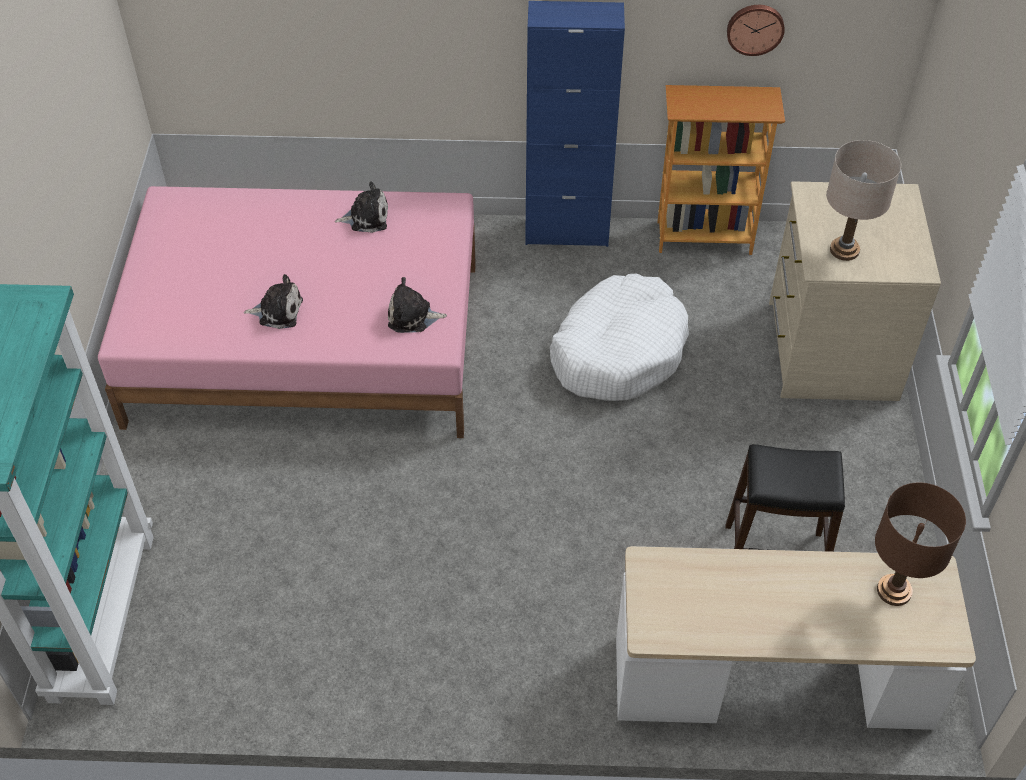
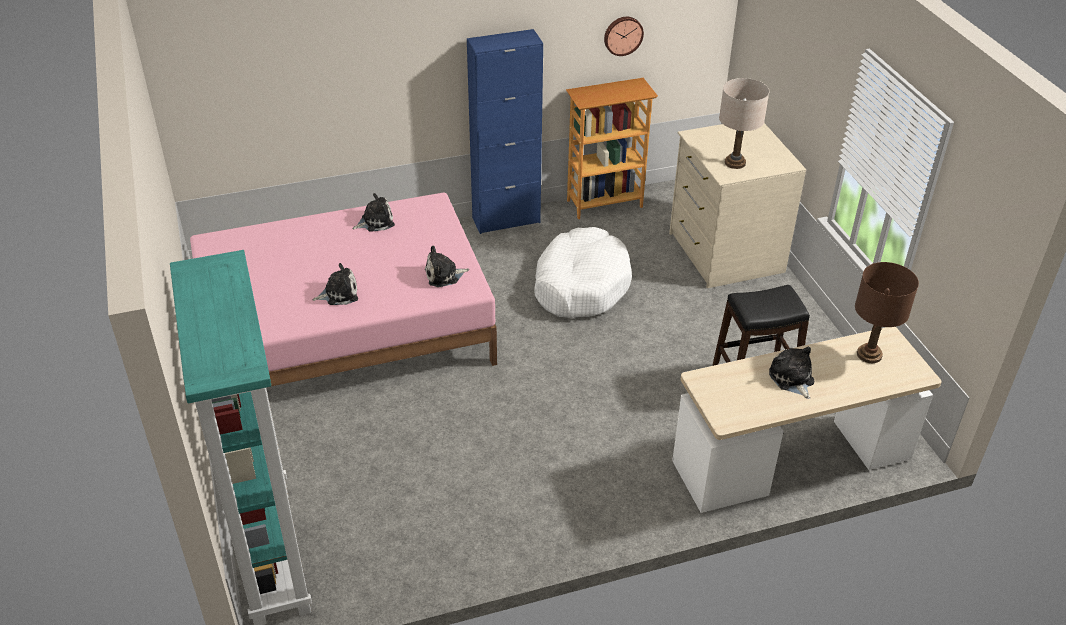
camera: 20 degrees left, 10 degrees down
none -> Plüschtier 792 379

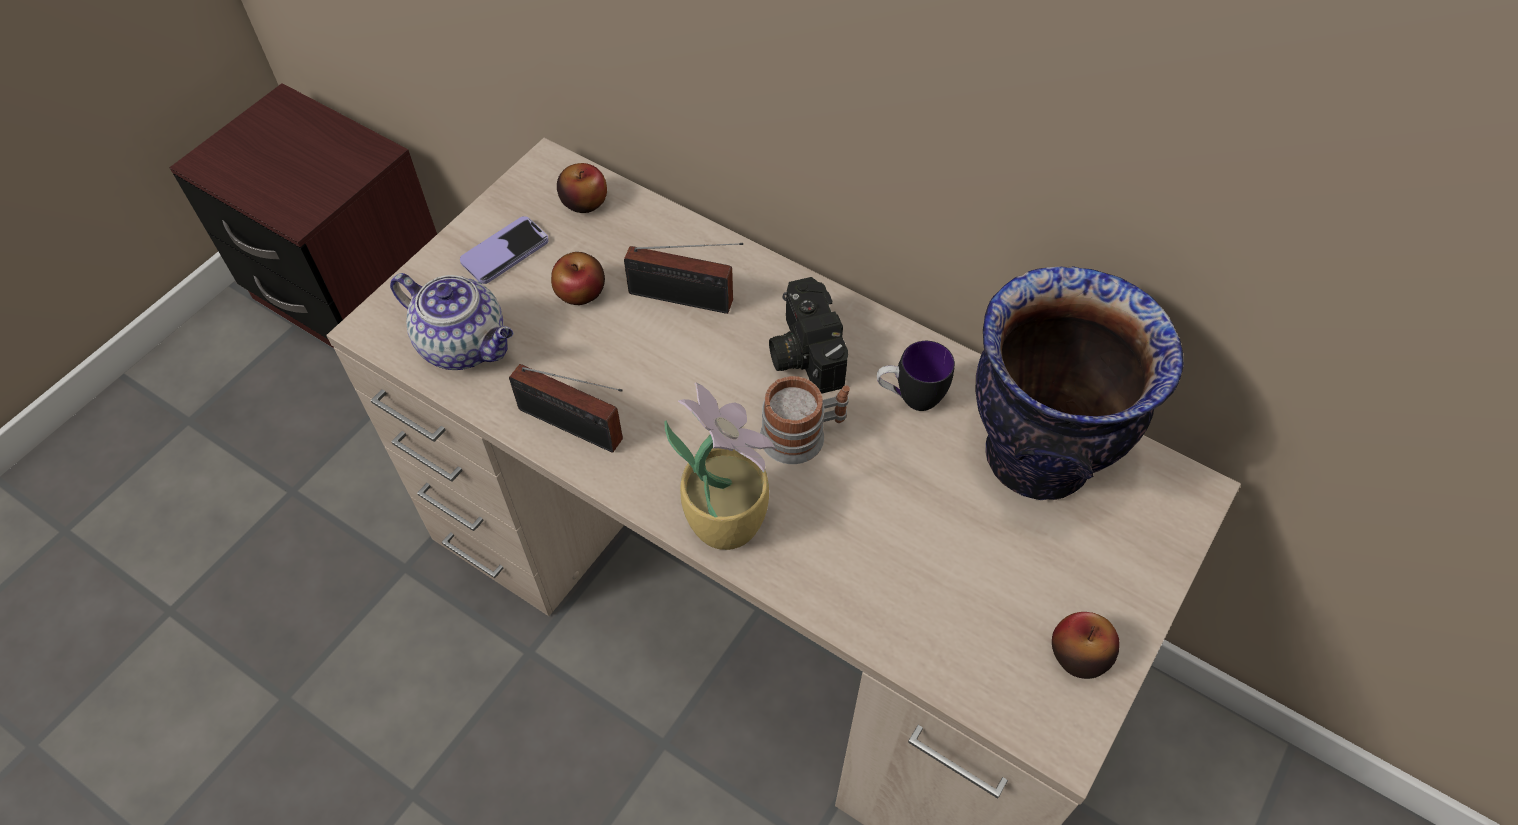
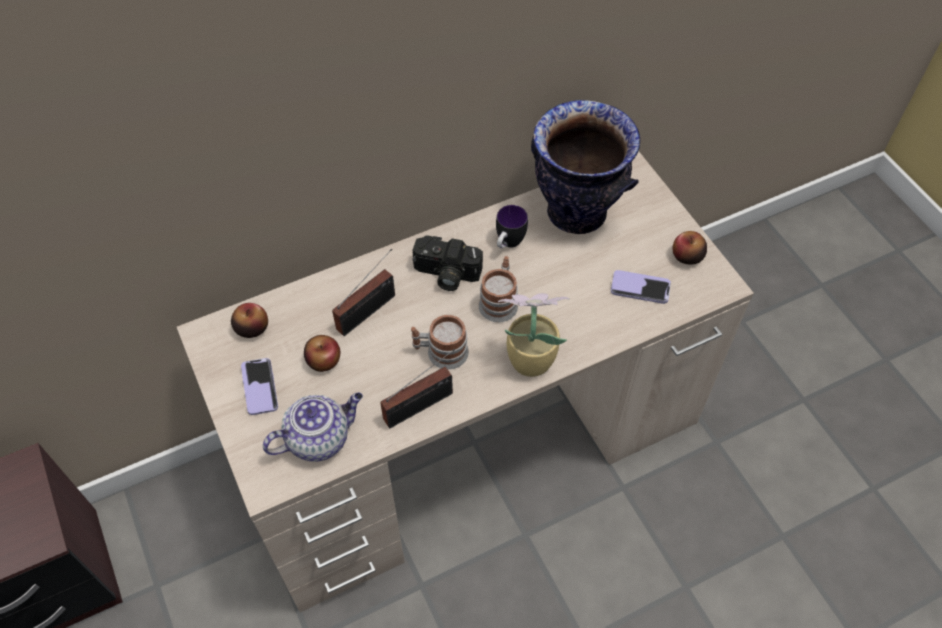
camera: 60 degrees left, 0 degrees up
none -> Handy 640 288
none -> Henkelbecher 440 352

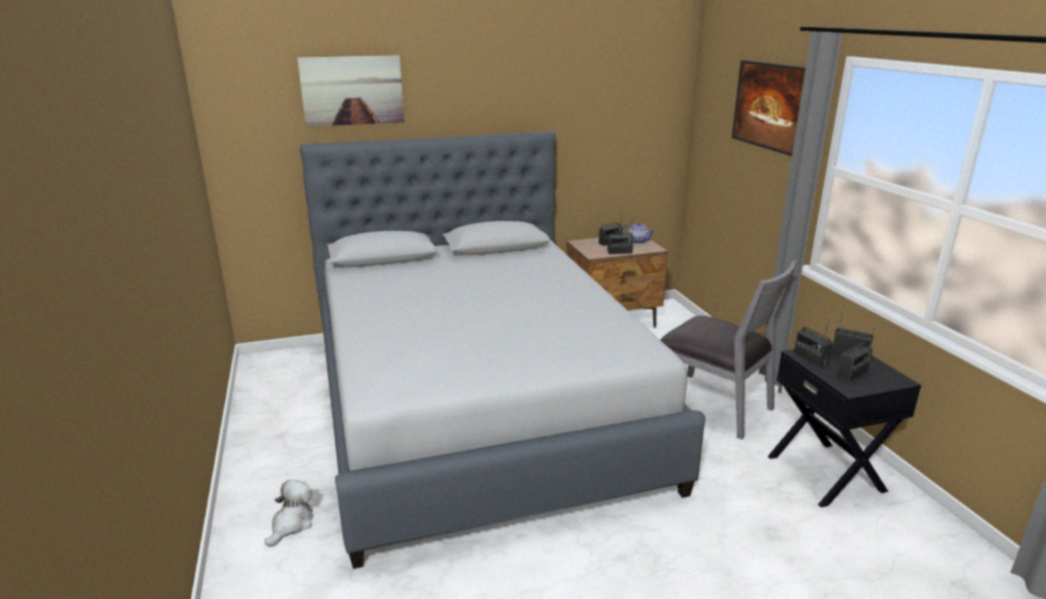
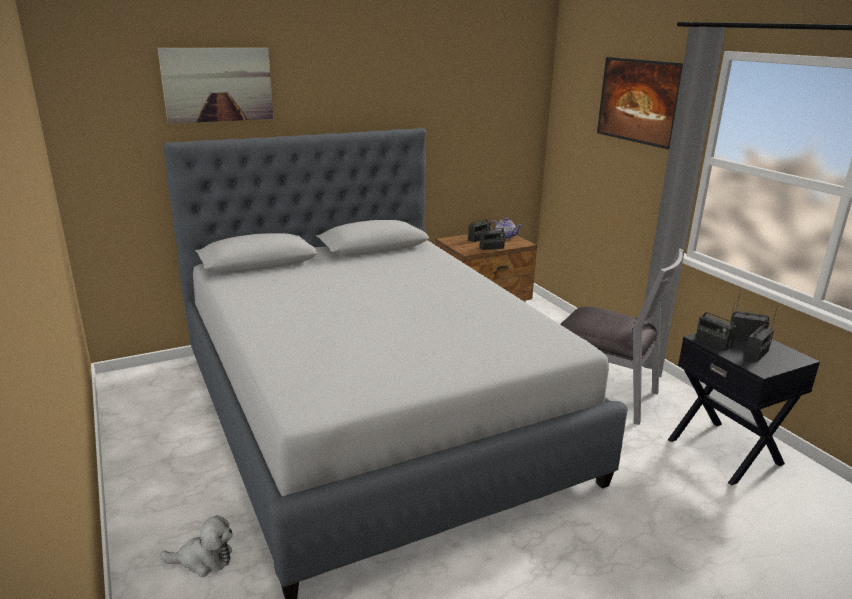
camera: 10 degrees left, 0 degrees up
Plüschtier 291 524 -> Plüschtier 204 559, 75 degrees clockwise

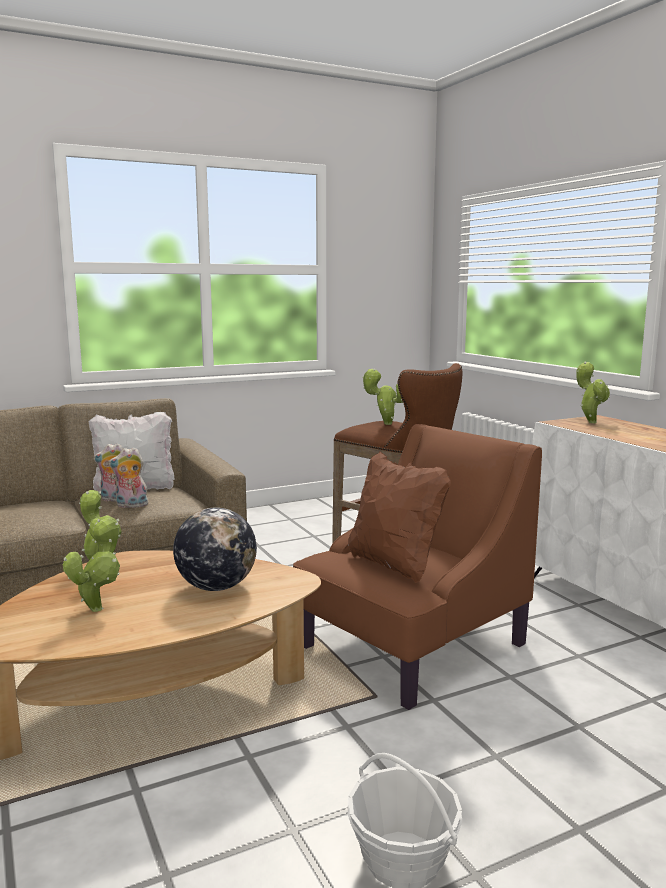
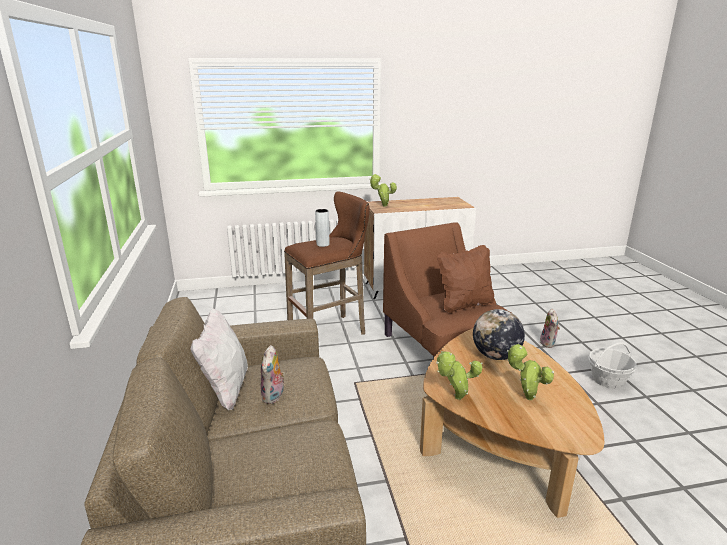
camera: 75 degrees left, 10 degrees up
Topfpflanze 385 424 -> Vase [grau] 323 244
Plüschtier 131 506 -> Plüschtier 549 343, relocated

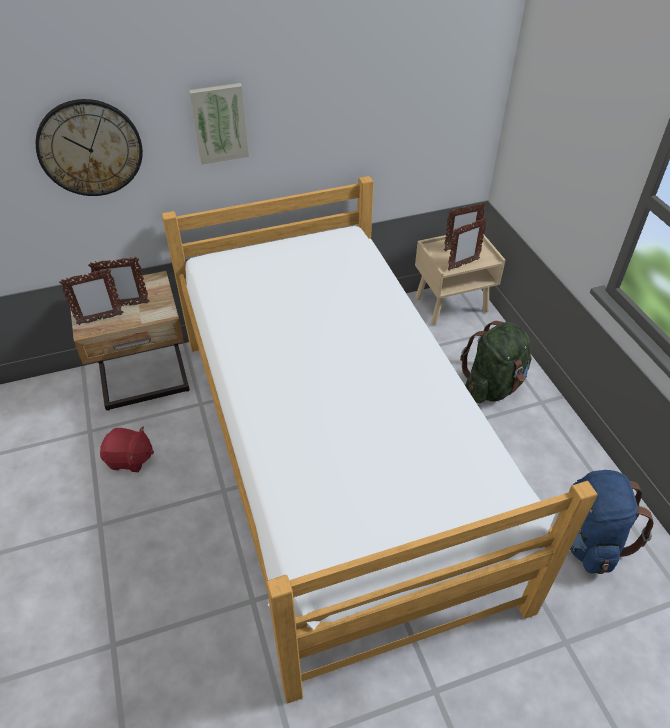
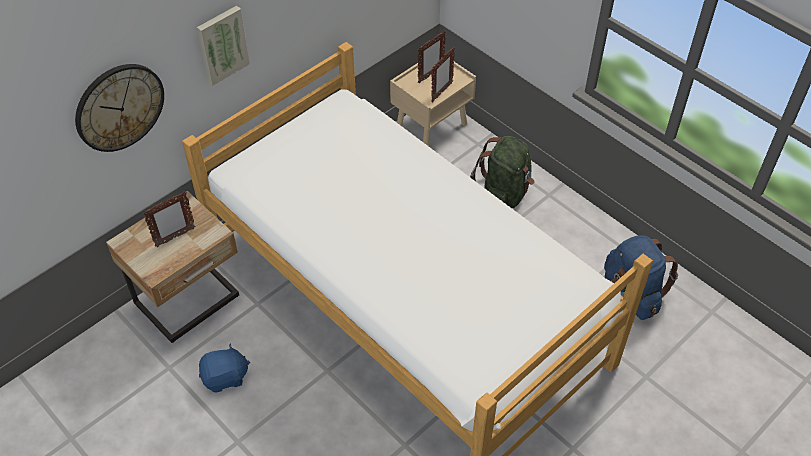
camera: 25 degrees left, 5 degrees up
Bilderrahmen 100 319 -> none
Plüschtier [rot] 130 459 -> Plüschtier [blau] 225 377

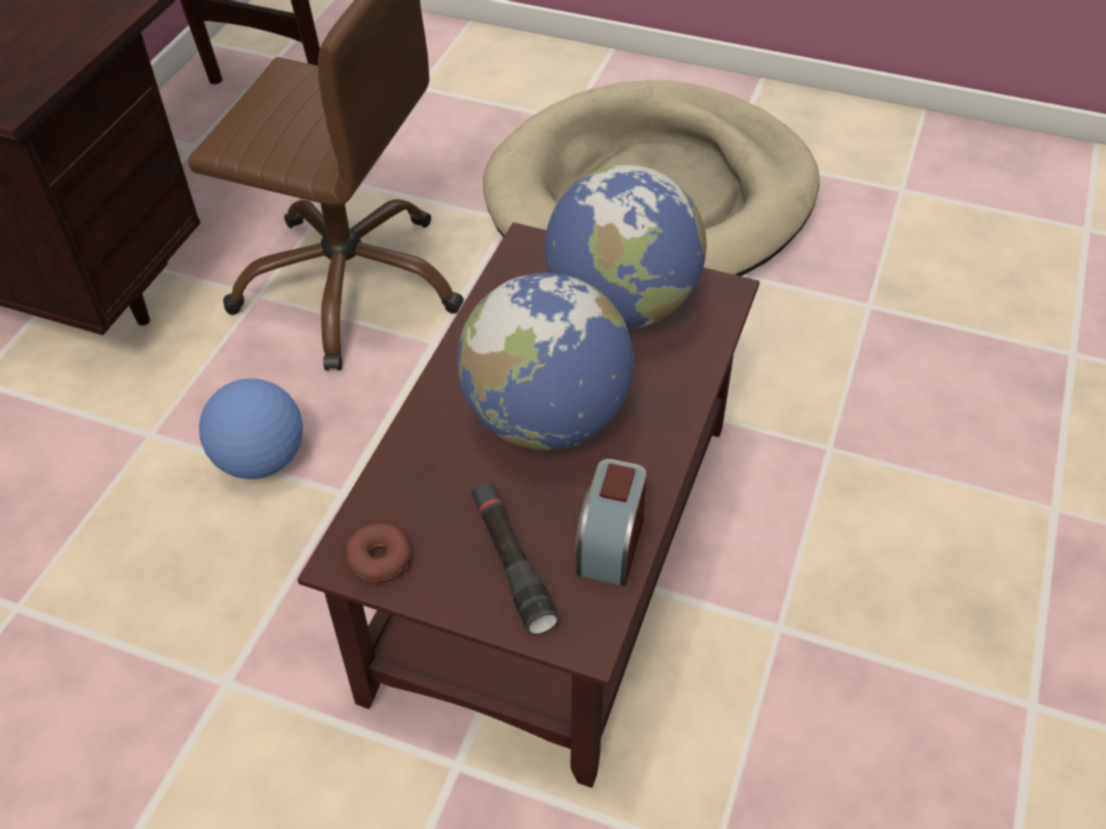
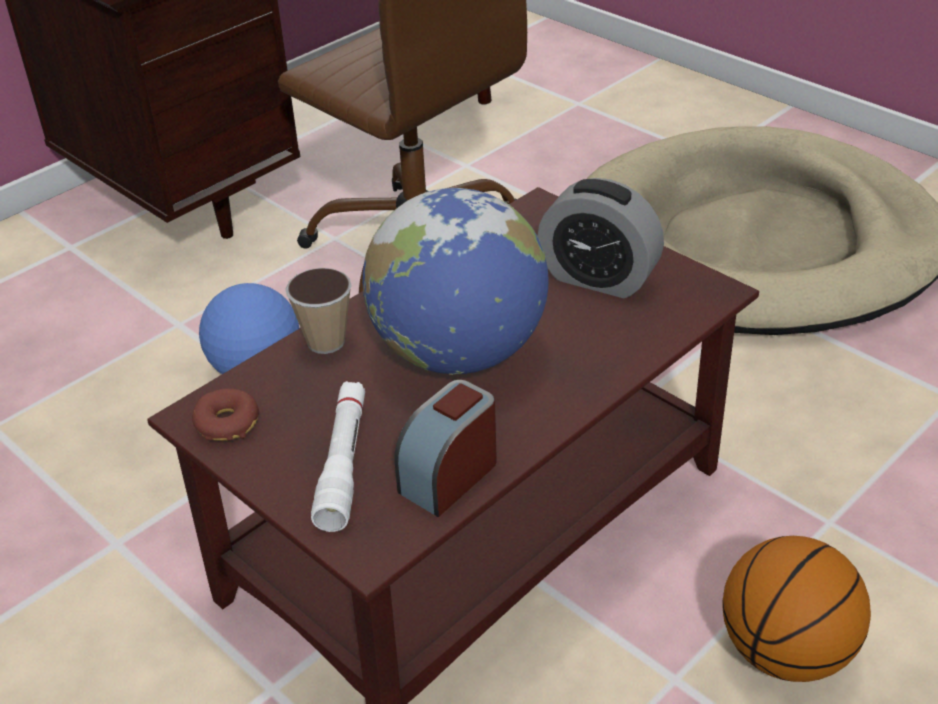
camera: 25 degrees right, 10 degrees down
Globus 622 305 -> Wecker 598 278
Taschenlampe [schwarz] 512 563 -> Taschenlampe [weiß] 343 463
none -> Tasse 326 342
none -> Basketball 784 651

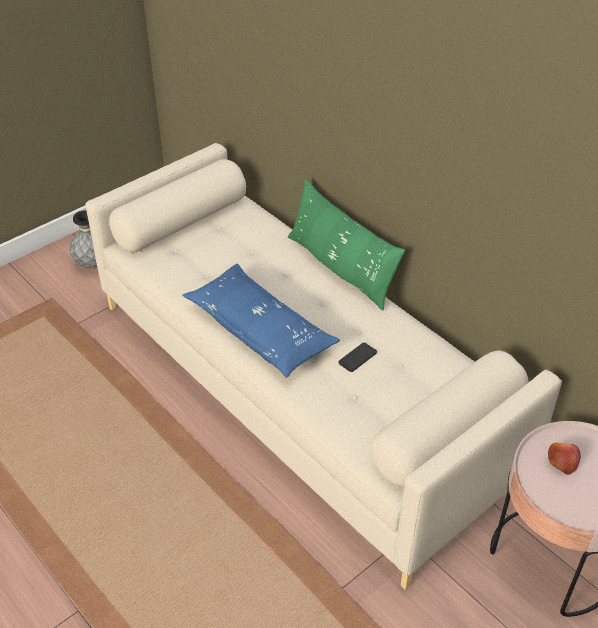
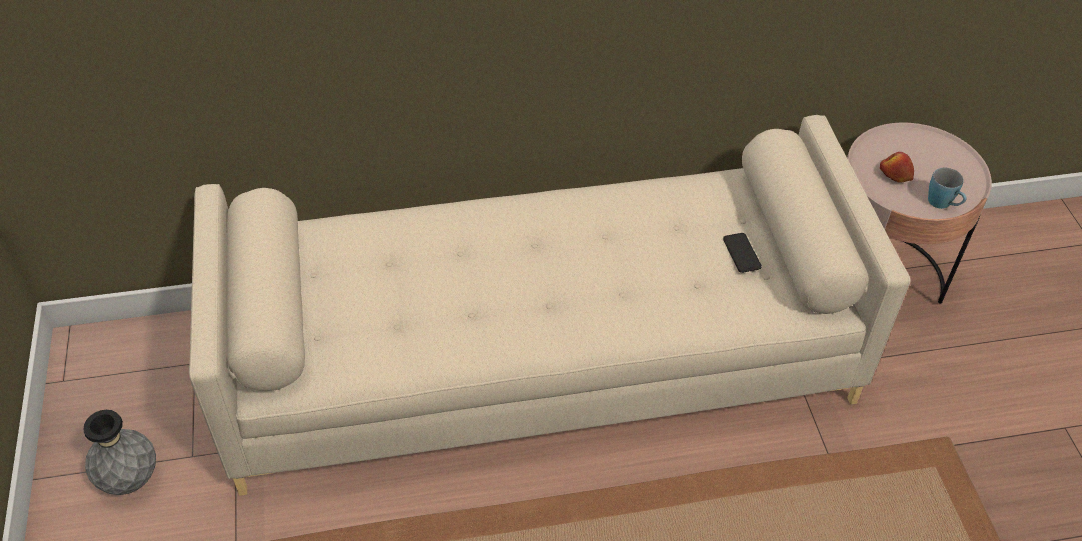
camera: 60 degrees left, 5 degrees up
Kissen [grün] 341 268 -> none
Kissen [blau] 260 330 -> none
Handy 357 357 -> Handy 741 253, relocated
none -> Henkelbecher [blau] 943 204

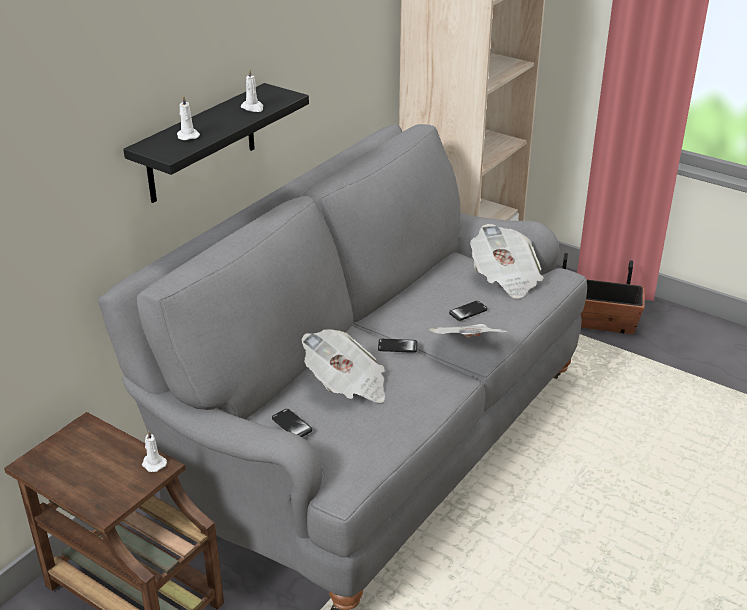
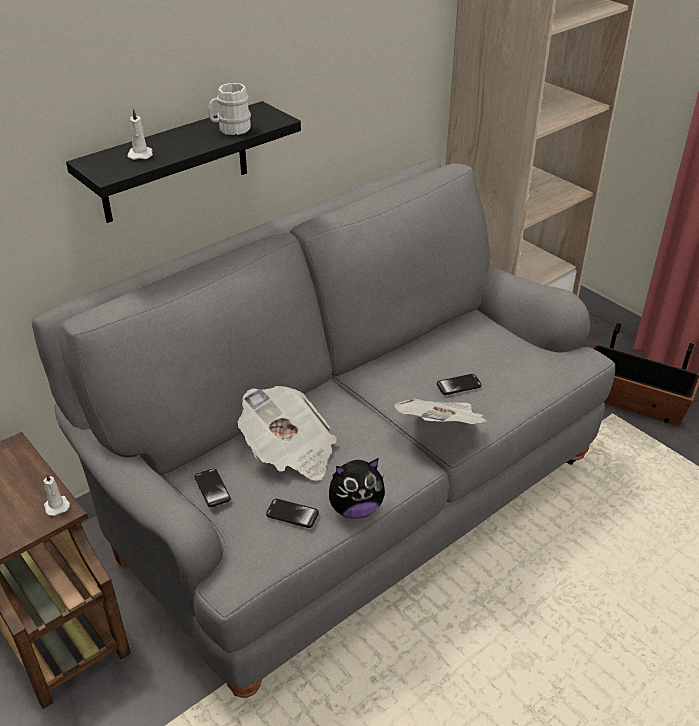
camera: 15 degrees right, 5 degrees up
Kerze [weiß] 253 108 -> Henkelbecher [weiß] 230 129
Zeitung 505 278 -> none
Handy 397 346 -> Handy 292 514, relocated
none -> Plüschtier 355 508

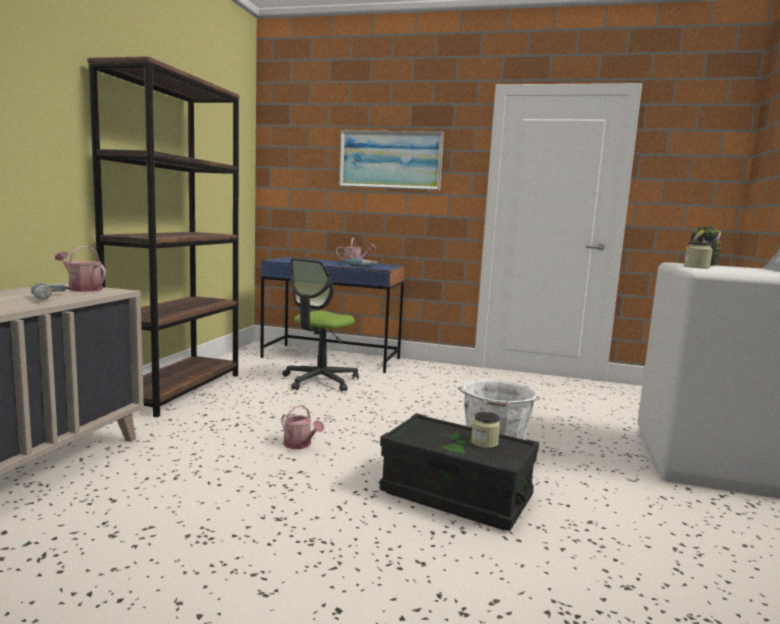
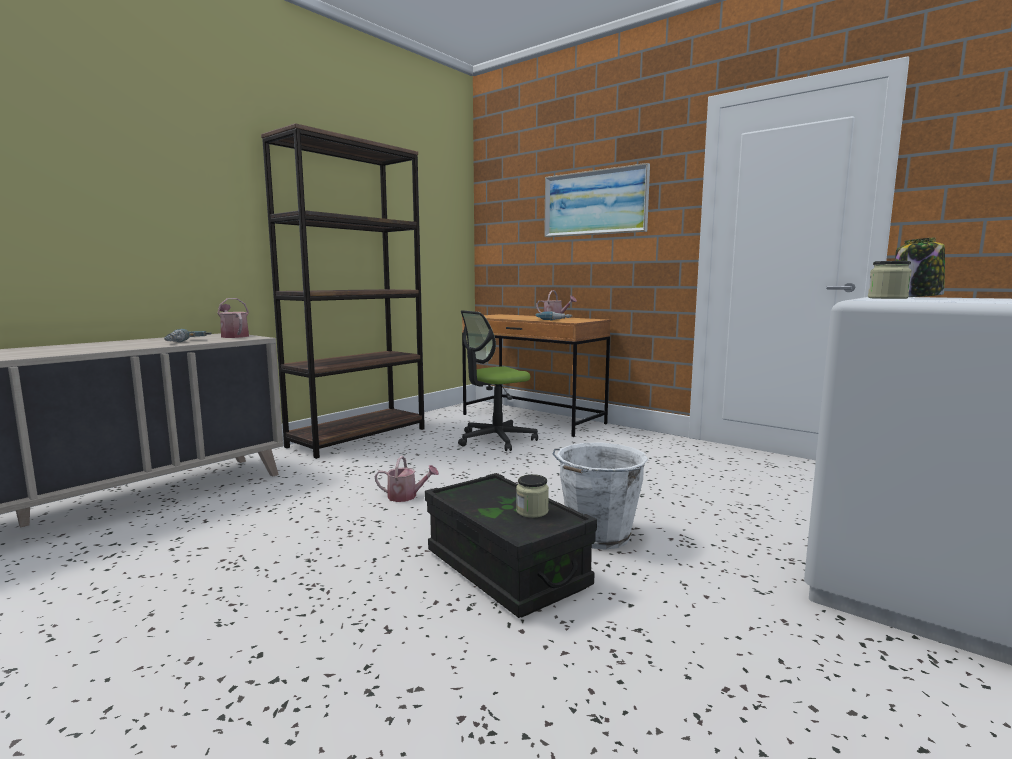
camera: 25 degrees right, 0 degrees up
Schreibtisch [blau] 331 358 -> Schreibtisch [braun] 533 419
Gießkanne 300 445 -> Gießkanne 406 496, 60 degrees counterclockwise

